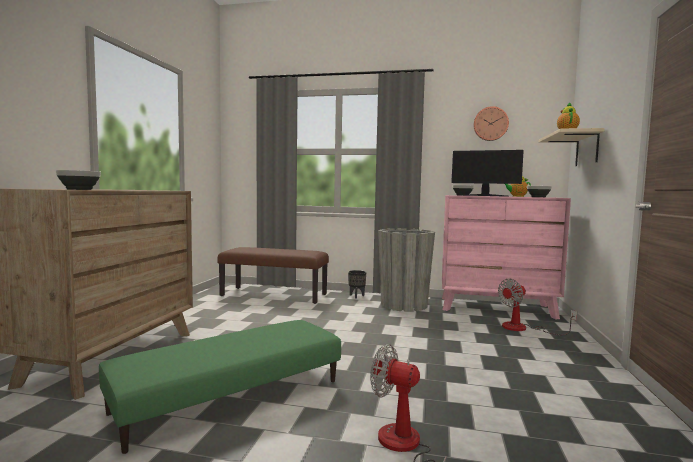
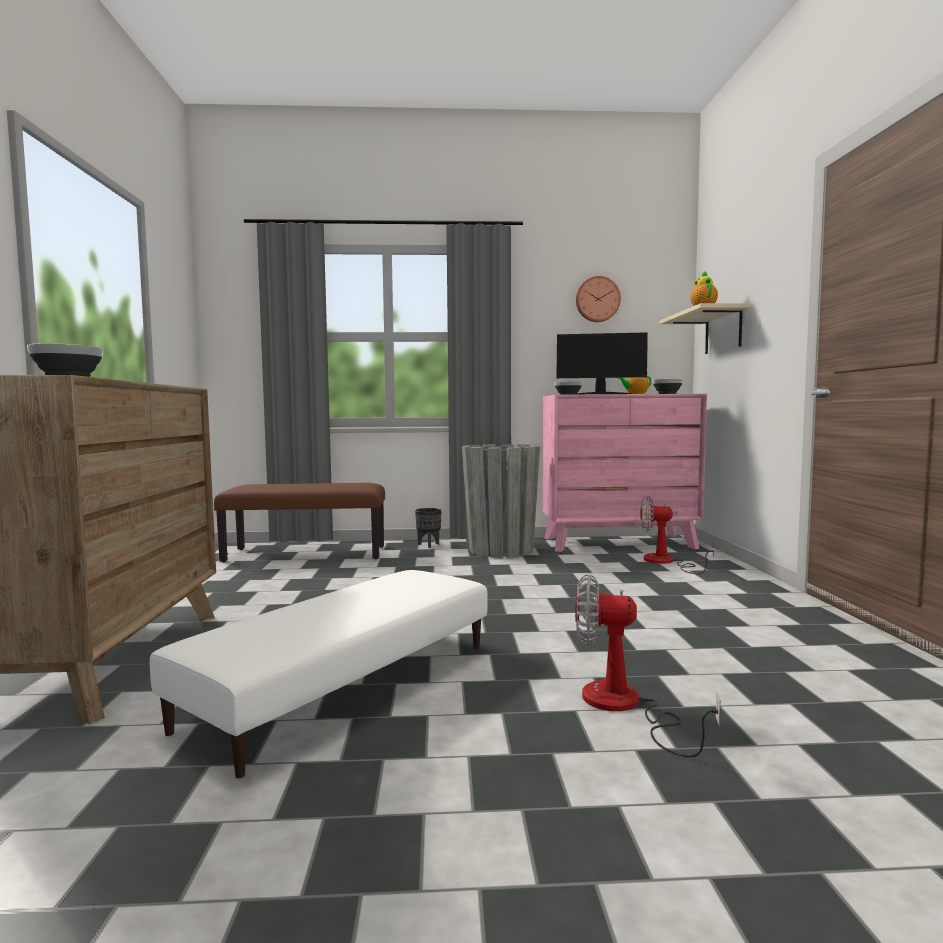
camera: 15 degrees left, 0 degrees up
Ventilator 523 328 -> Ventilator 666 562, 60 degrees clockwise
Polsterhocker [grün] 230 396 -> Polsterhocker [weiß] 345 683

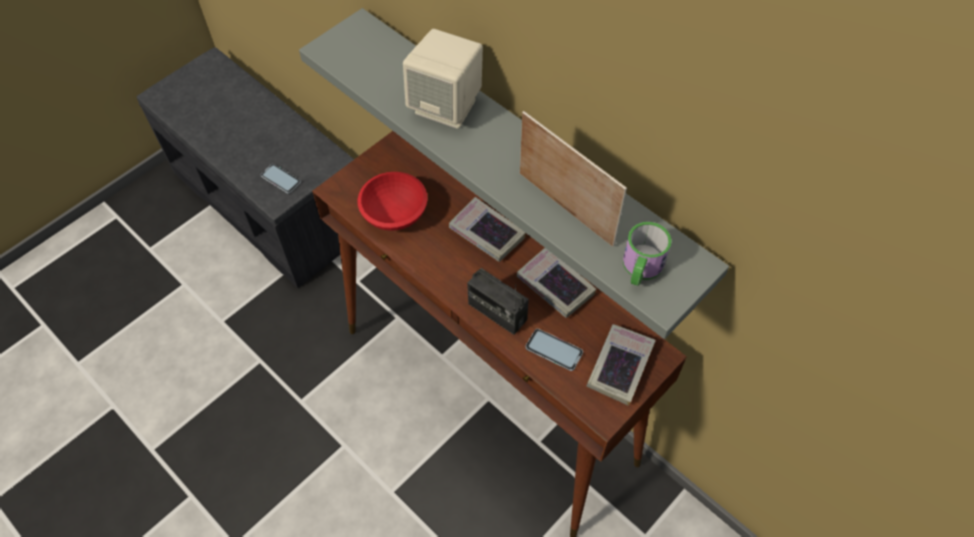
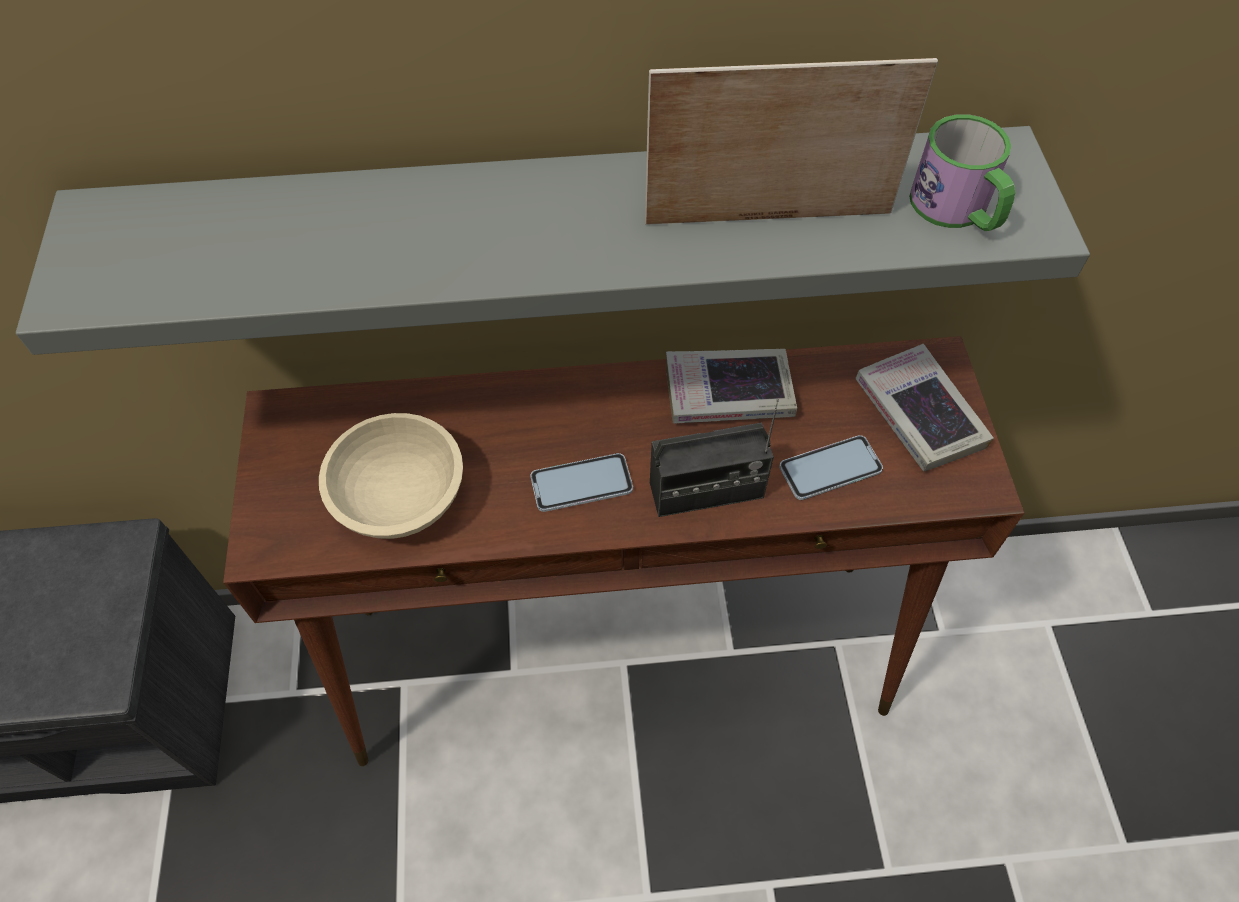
camera: 50 degrees left, 0 degrees up
Lautsprecher [beige] 446 106 -> none
Handy 280 179 -> Handy 581 483, relocated
Schüssel [rot] 394 214 -> Schüssel [beige] 401 498
Buch 486 233 -> none

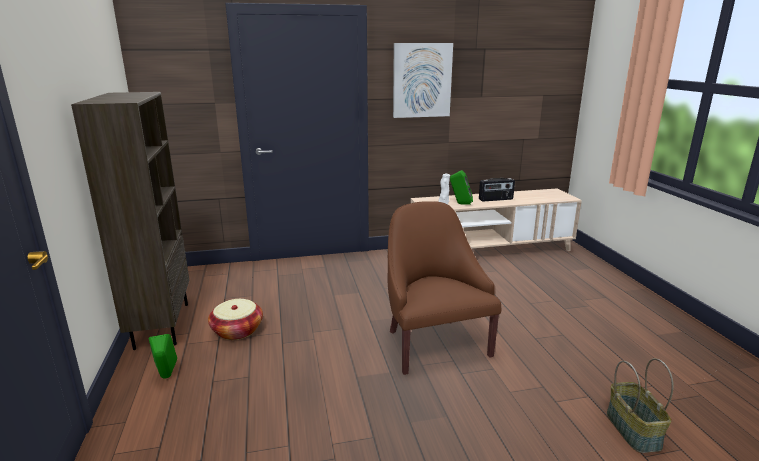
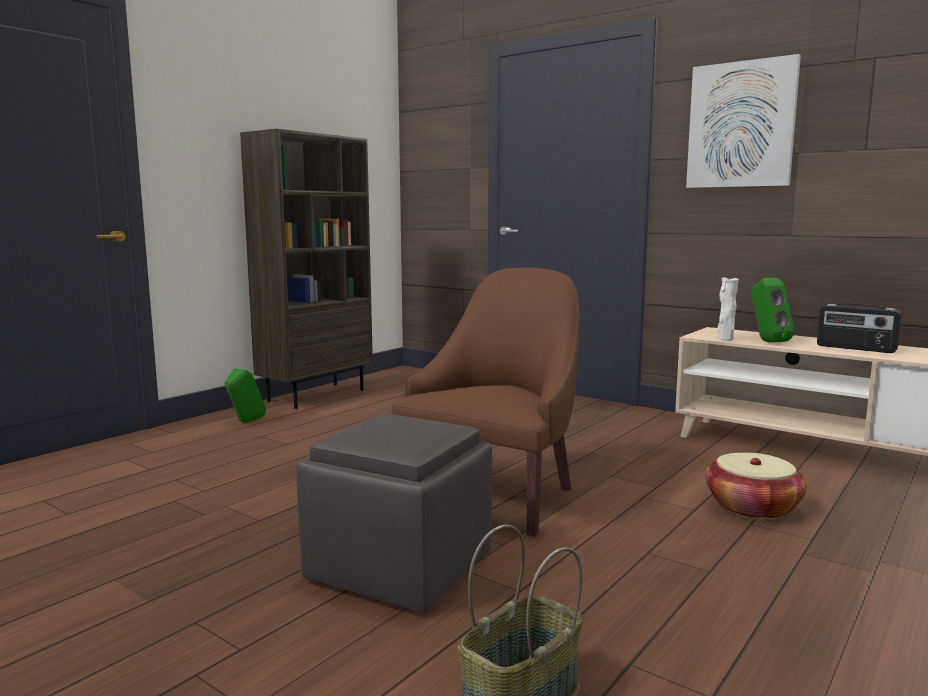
camera: 50 degrees right, 10 degrees down
Korb 237 330 -> Korb 752 507, relocated
none -> Polsterhocker [grau] 400 569

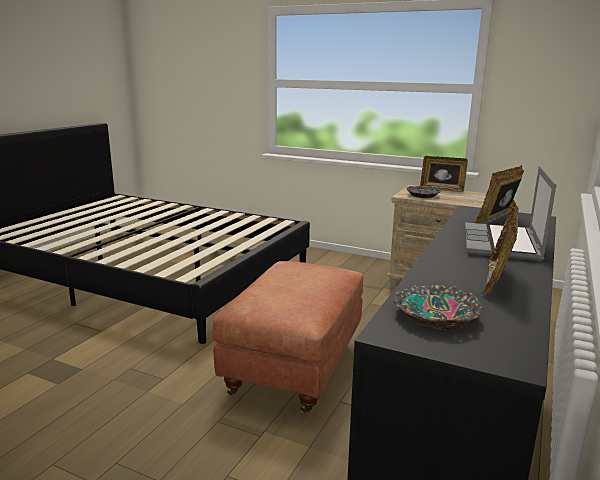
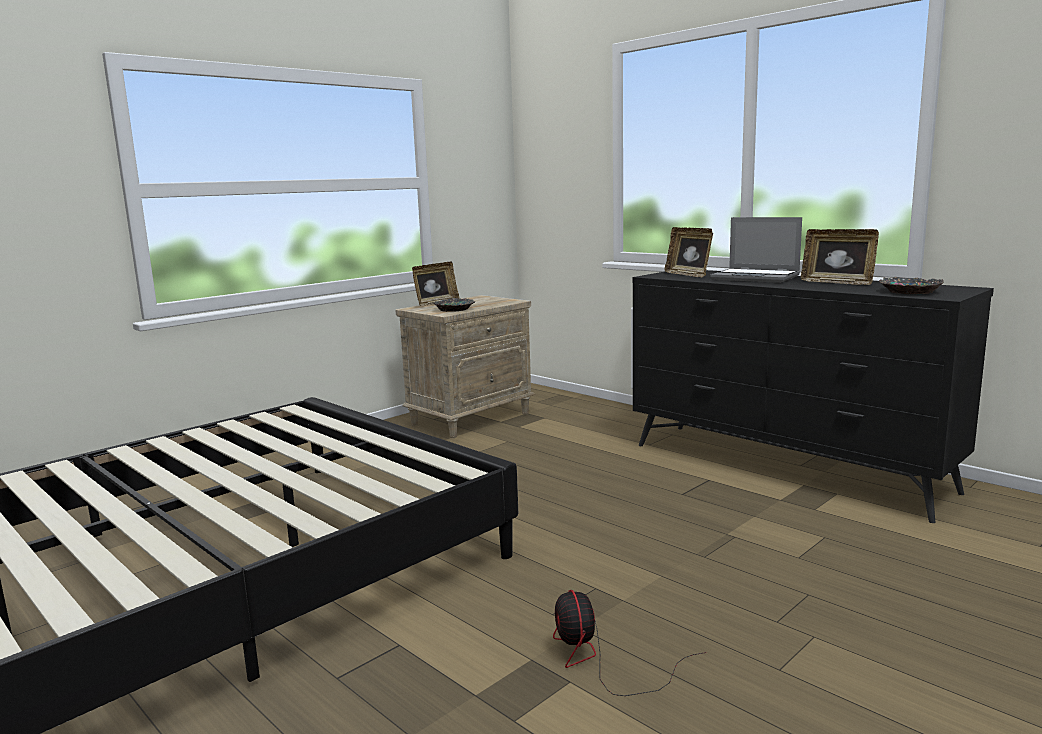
camera: 70 degrees left, 5 degrees down
Polsterhocker [braun] 295 369 -> none
none -> Ventilator 601 660

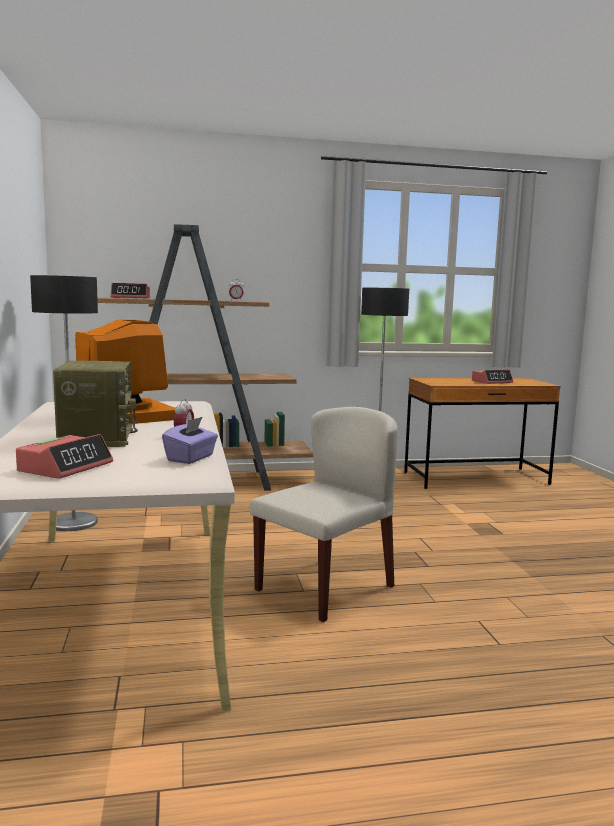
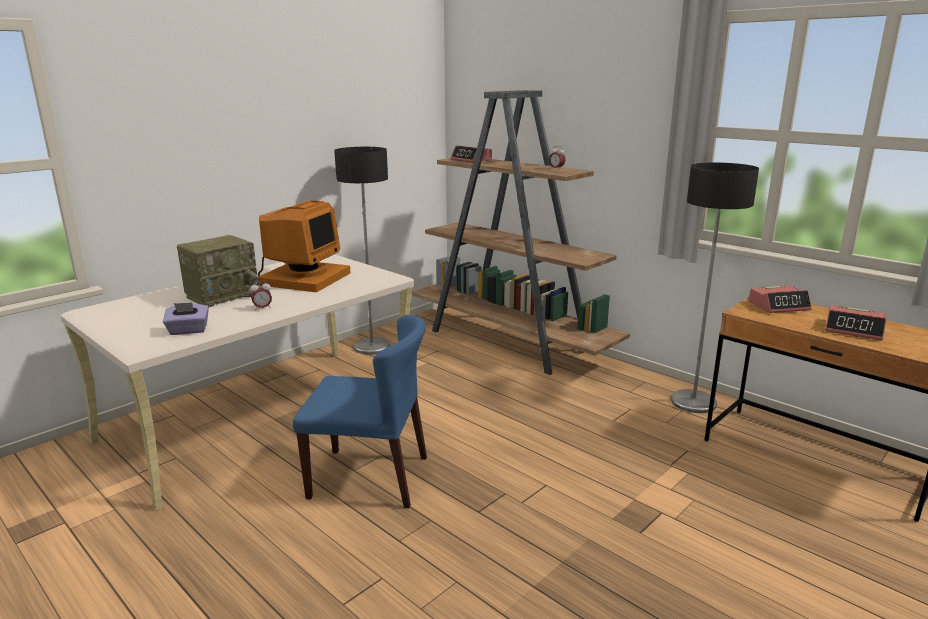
camera: 55 degrees right, 10 degrees up
Stuhl [beige] 325 587 -> Stuhl [blau] 370 477
Wecker 66 467 -> Wecker 779 306, relocated

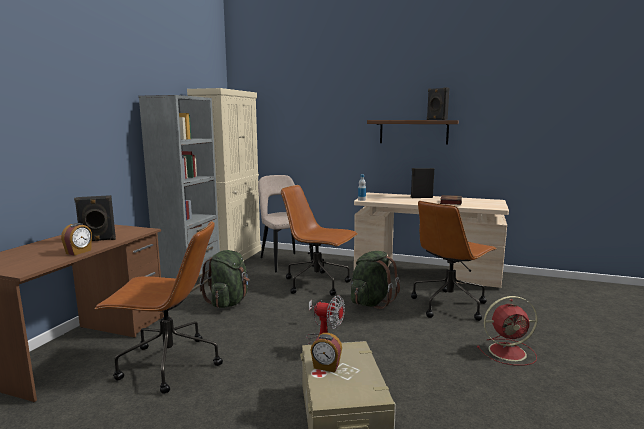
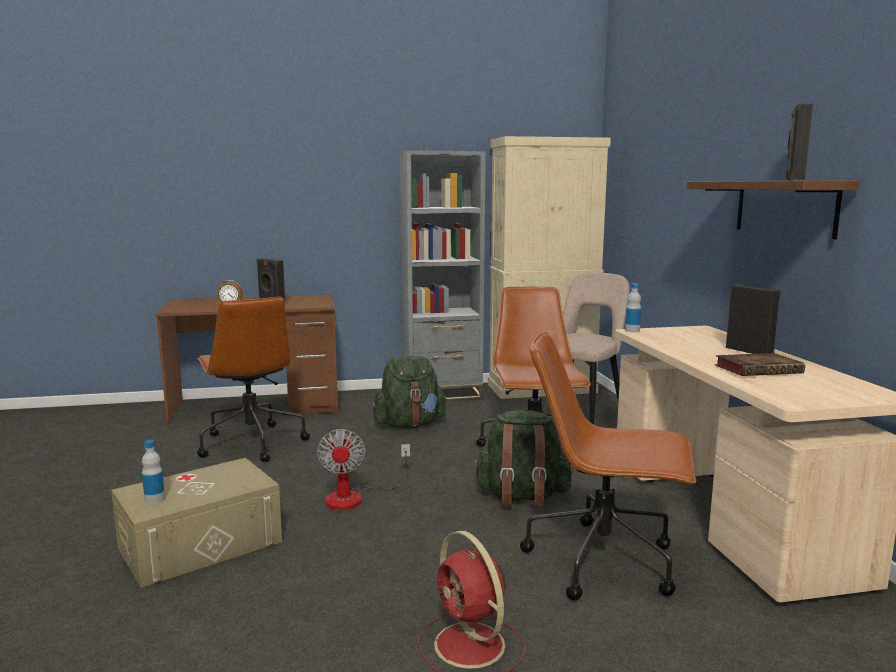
camera: 60 degrees right, 0 degrees up
Wecker 326 367 -> none
none -> Flasche 154 500

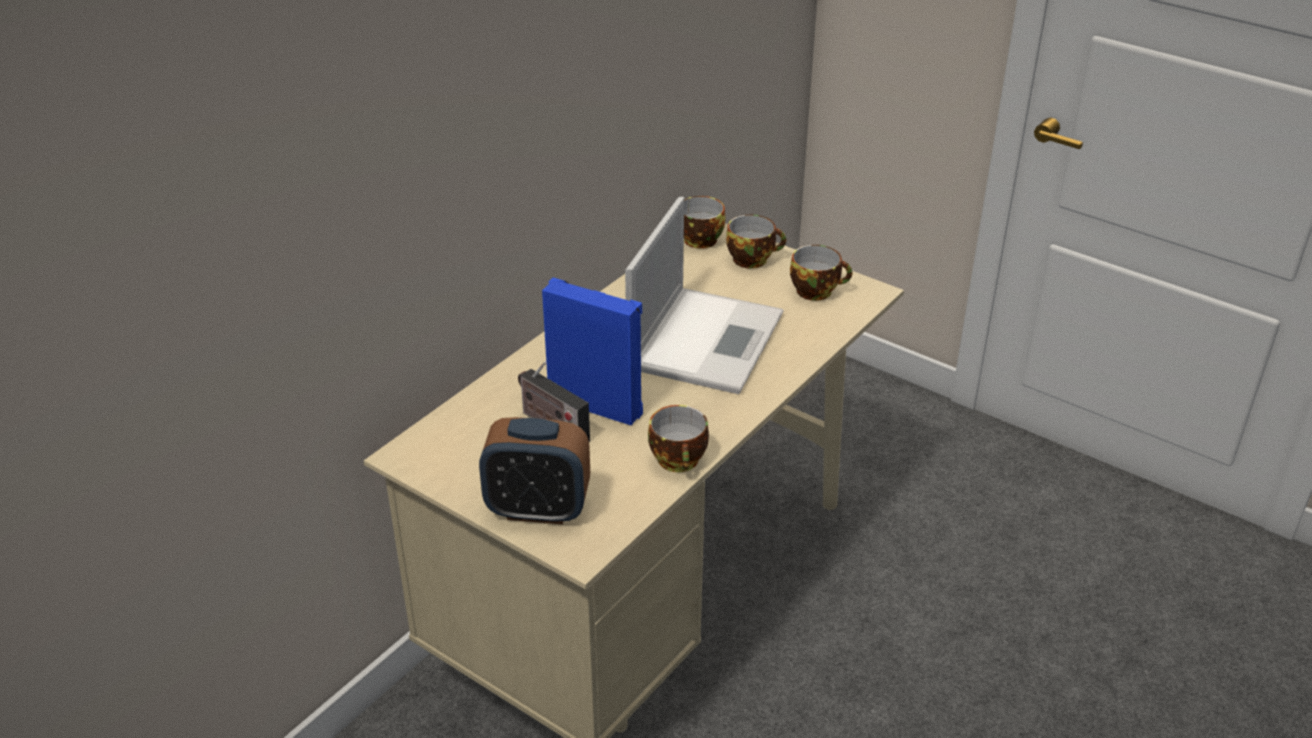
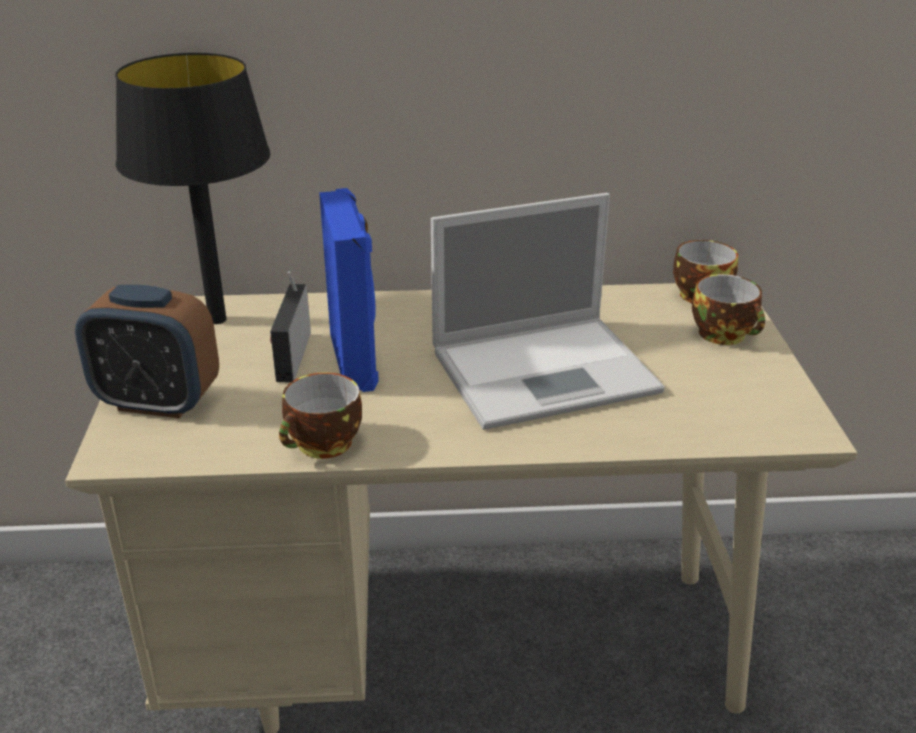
camera: 50 degrees right, 5 degrees down
Tasse 817 290 -> none
Wecker 538 509 -> Wecker 158 402, 45 degrees counterclockwise
none -> Tischlampe [schwarz] 218 320

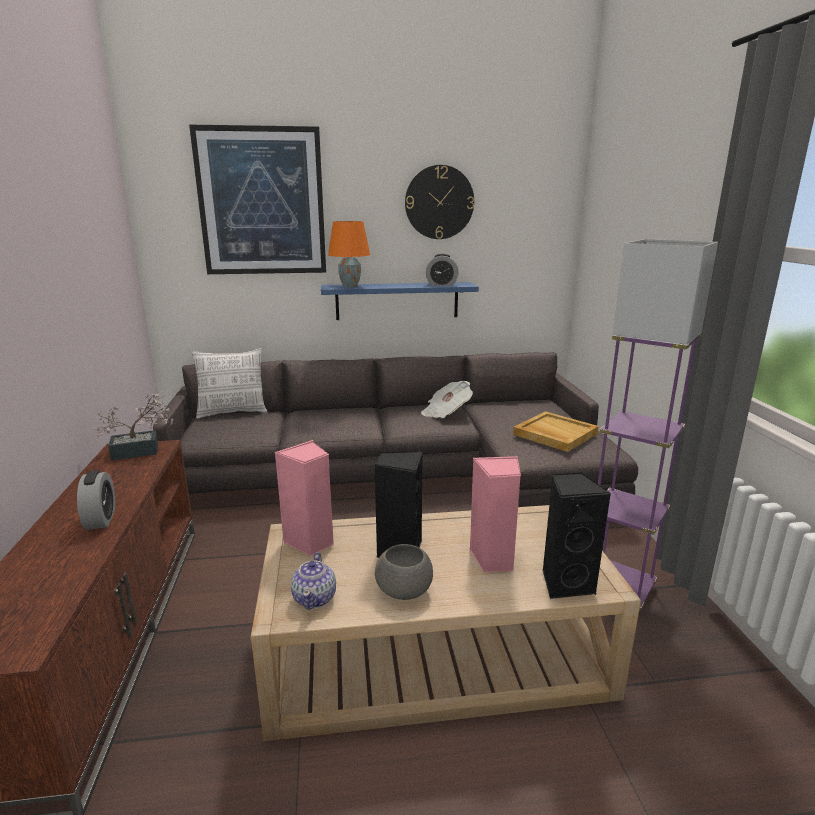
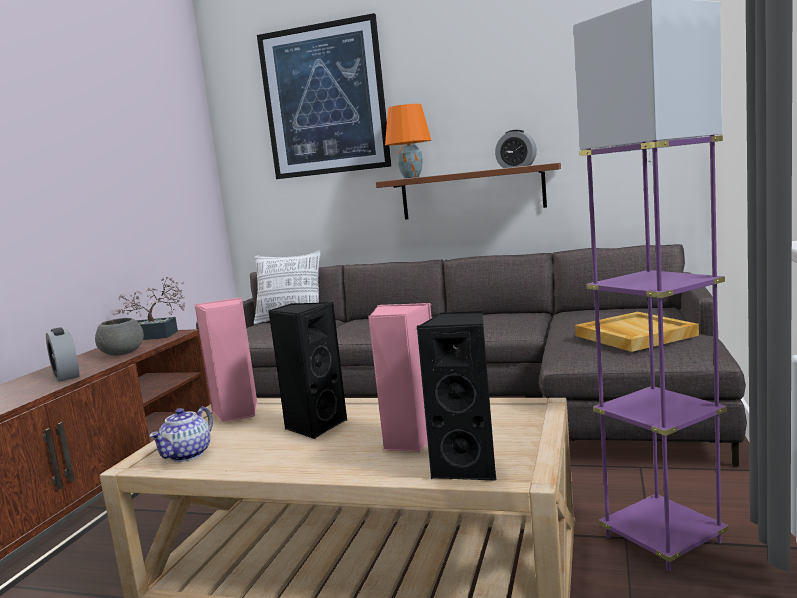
camera: 25 degrees right, 10 degrees down
Wanduhr 439 202 -> none
Wandregal [blau] 397 301 -> Wandregal [braun] 472 192
Zeitung 446 412 -> none
Wecker 101 519 -> Wecker 66 376, 135 degrees clockwise
Schüssel [grau] 404 591 -> Schüssel [grau] 122 353, relocated

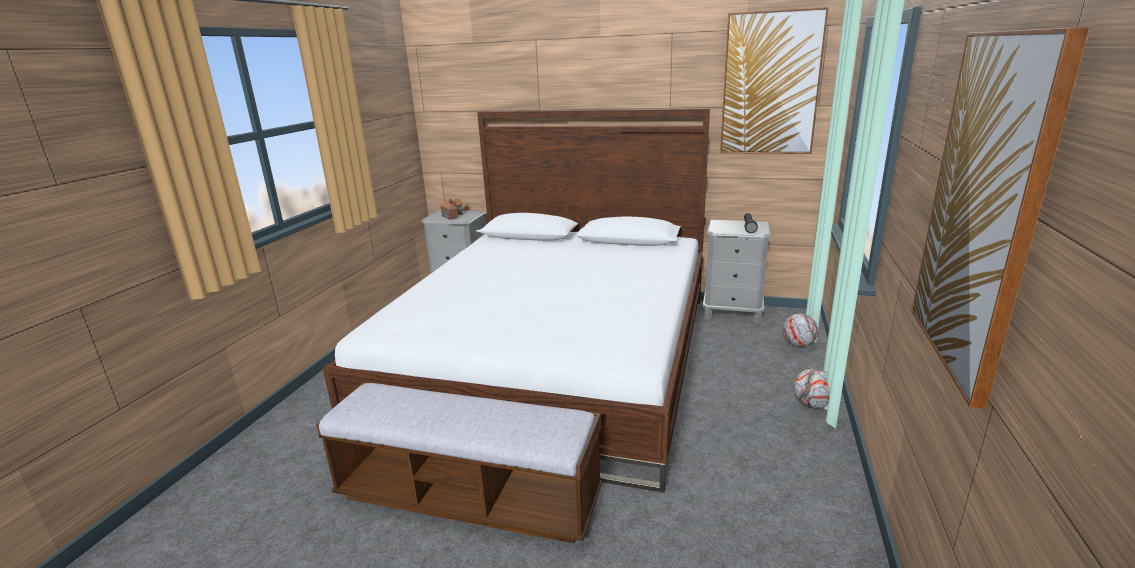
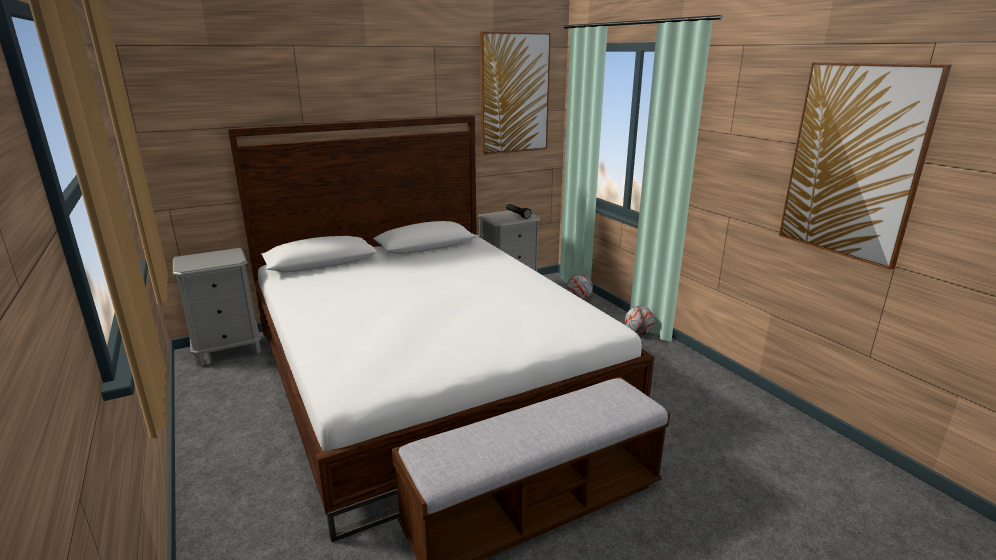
camera: 45 degrees left, 0 degrees up
Spielzeughaus 452 215 -> none

